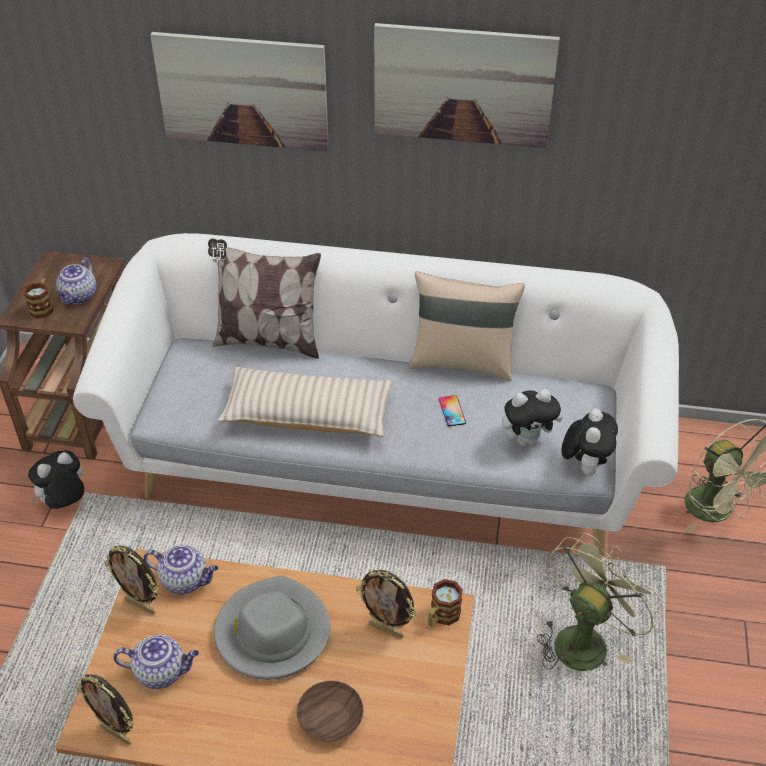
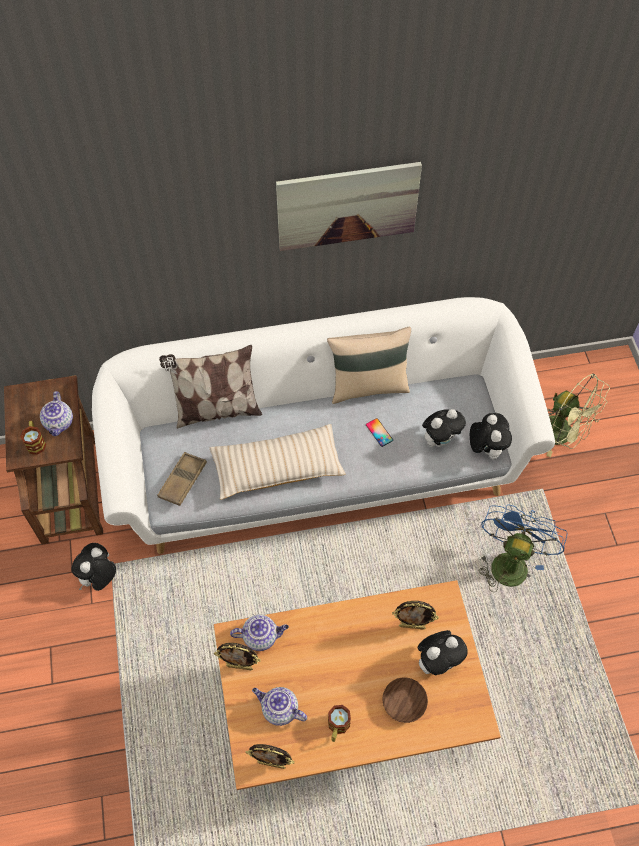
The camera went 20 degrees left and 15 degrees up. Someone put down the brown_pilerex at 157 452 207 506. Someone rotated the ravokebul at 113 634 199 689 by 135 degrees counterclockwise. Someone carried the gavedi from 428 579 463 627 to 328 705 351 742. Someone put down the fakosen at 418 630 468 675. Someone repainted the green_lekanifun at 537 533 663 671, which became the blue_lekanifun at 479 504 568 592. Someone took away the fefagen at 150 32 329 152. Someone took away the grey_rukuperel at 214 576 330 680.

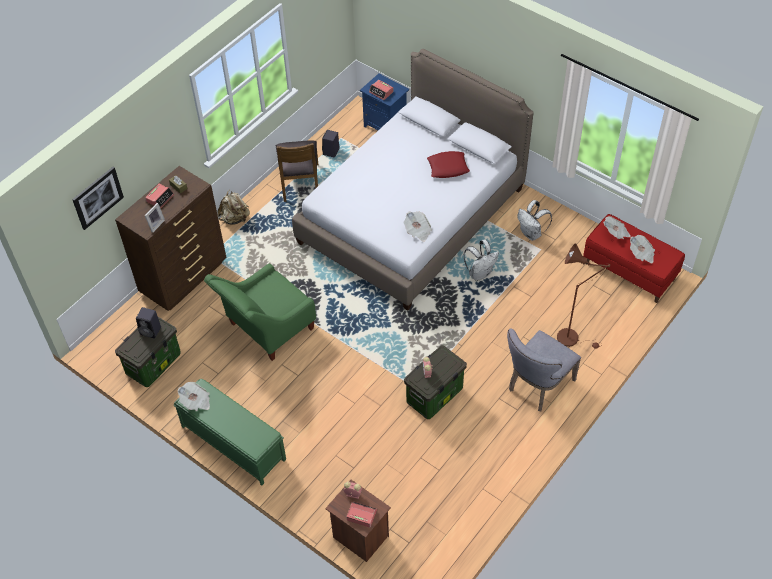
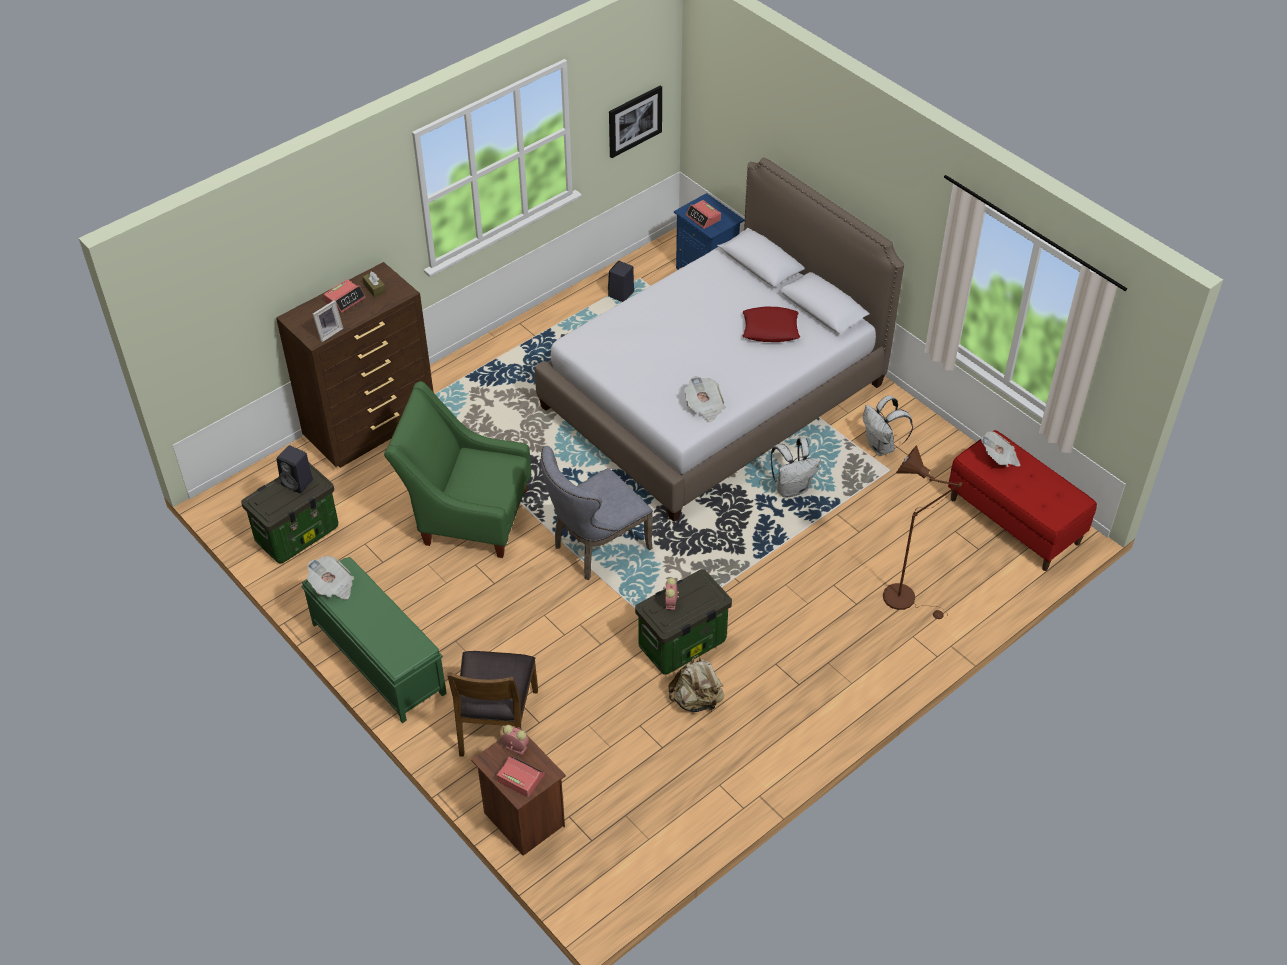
The camera went 10 degrees right and 5 degrees down. Someone rotated the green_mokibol at 204 264 316 361 by 45 degrees clockwise. Someone carried the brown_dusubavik from 275 141 318 202 to 447 651 538 757. Someone carried the grey_dusubavik from 507 328 581 411 to 541 446 653 580. Someone carried the fefagen from 72 167 124 230 to 609 85 662 158. Someone carried the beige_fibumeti from 218 190 250 224 to 668 655 724 712. Someone took away the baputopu at 630 235 655 263.

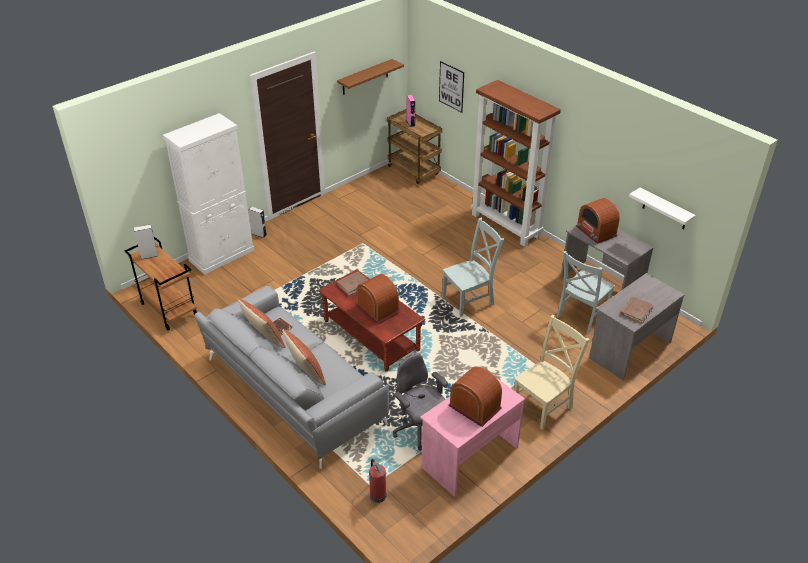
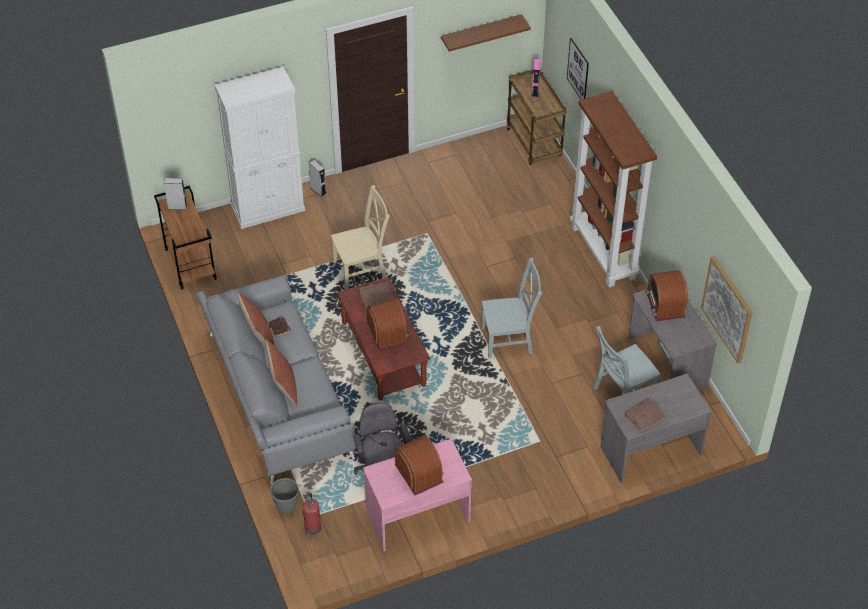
The camera went 20 degrees right and 10 degrees up. Someone put down the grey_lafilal at 270 478 299 513. Someone carried the beige_dusubavik from 514 314 590 430 to 331 185 390 289. Someone swapped the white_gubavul at 629 187 696 229 for the fefagen at 701 256 753 364.

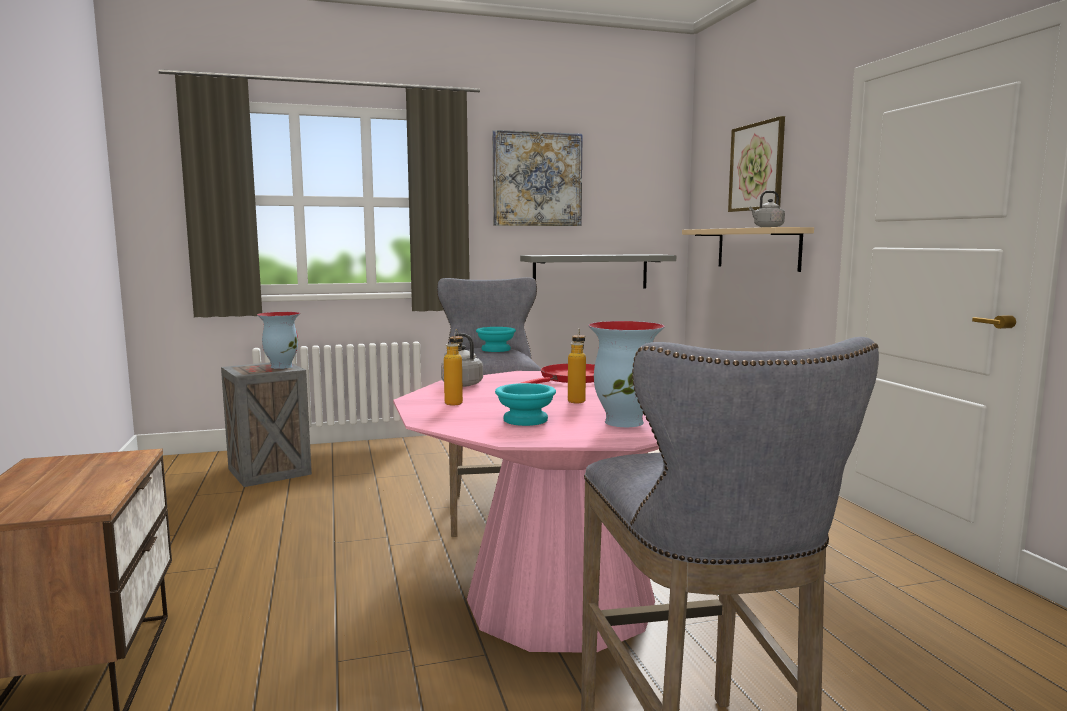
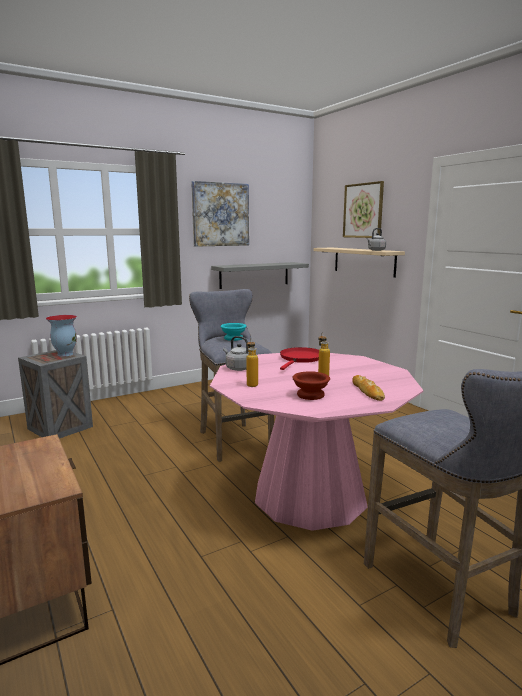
The camera went 15 degrees left and 5 degrees up. Someone repainted the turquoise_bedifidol at 495 383 556 426, which became the brown_bedifidol at 292 371 330 400. Someone swapped the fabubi at 588 321 665 427 for the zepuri at 352 375 385 401.

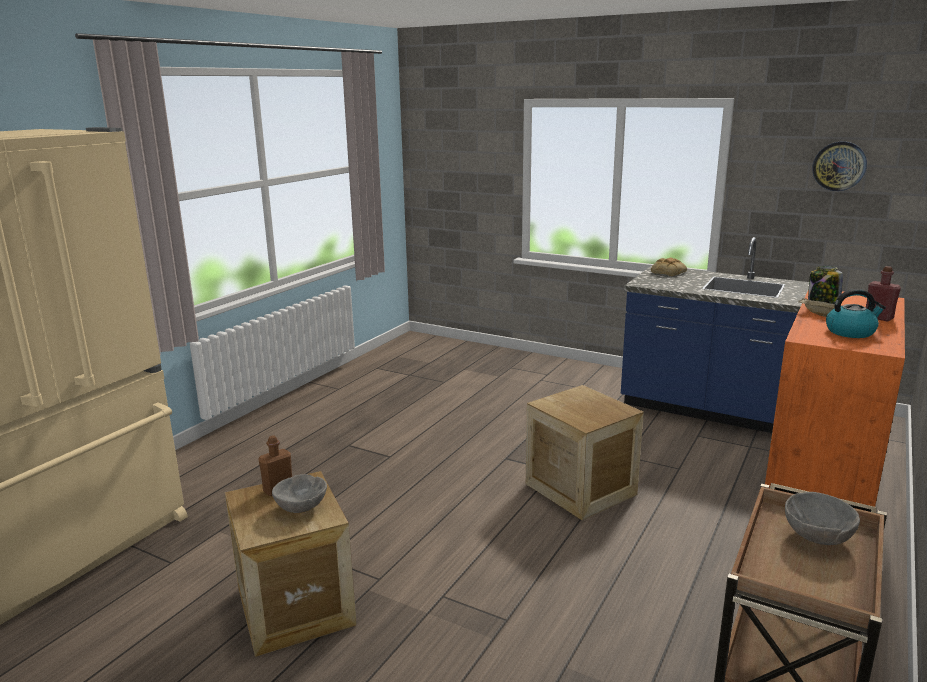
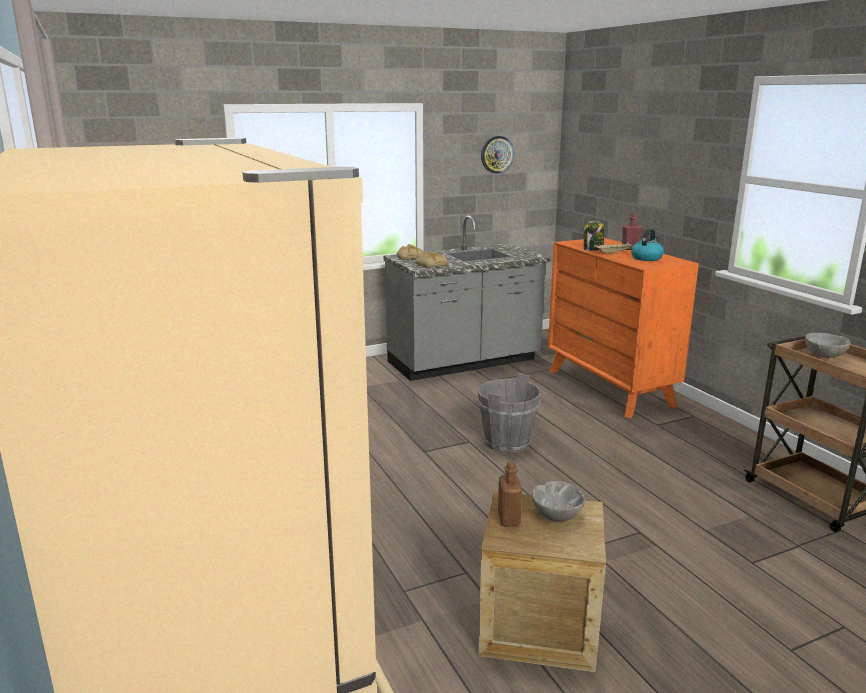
The camera went 55 degrees left and 0 degrees up. Someone repainted the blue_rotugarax at 621 237 809 433, which became the grey_rotugarax at 384 216 550 381. Someone put down the zepuri at 415 251 448 268. Someone swapped the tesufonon at 526 385 644 520 for the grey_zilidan at 477 373 541 453.

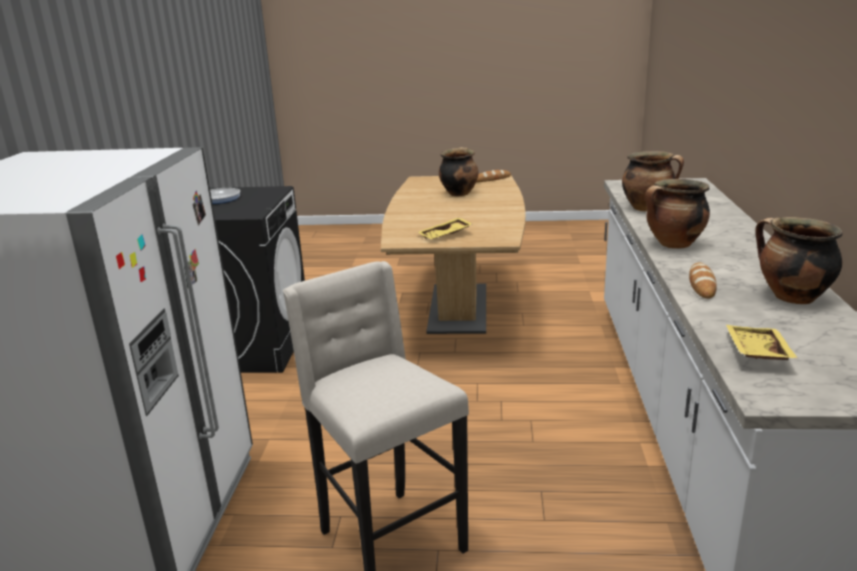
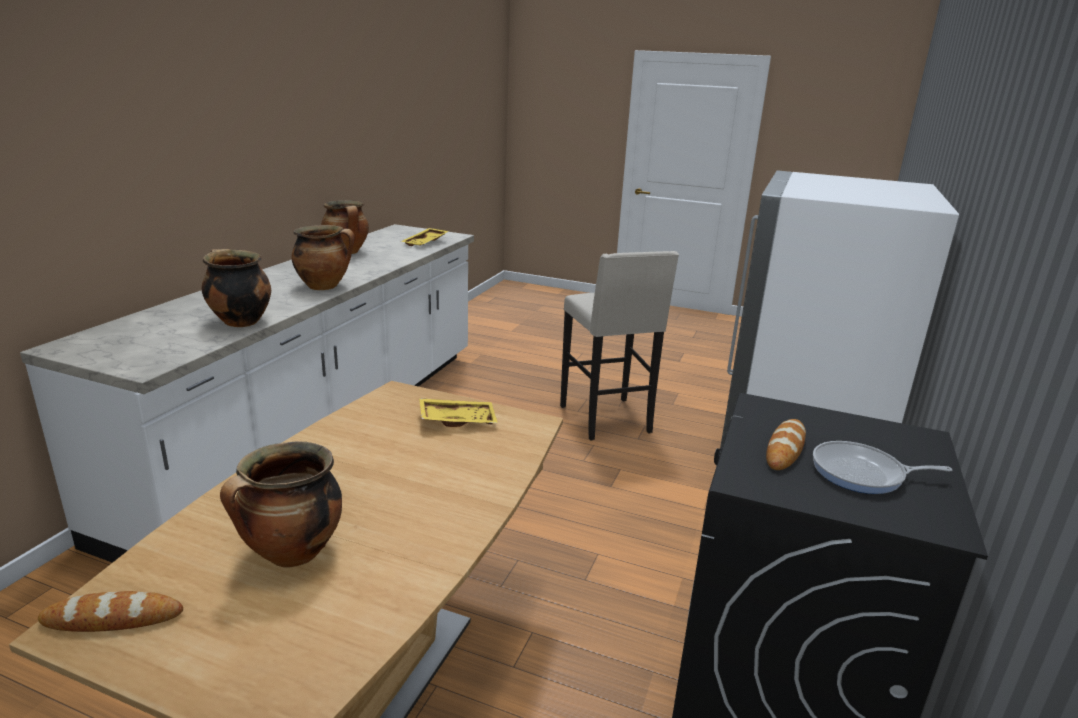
The camera went 165 degrees left and 0 degrees up. Someone carried the zepuri from 689 263 717 299 to 766 419 806 470.

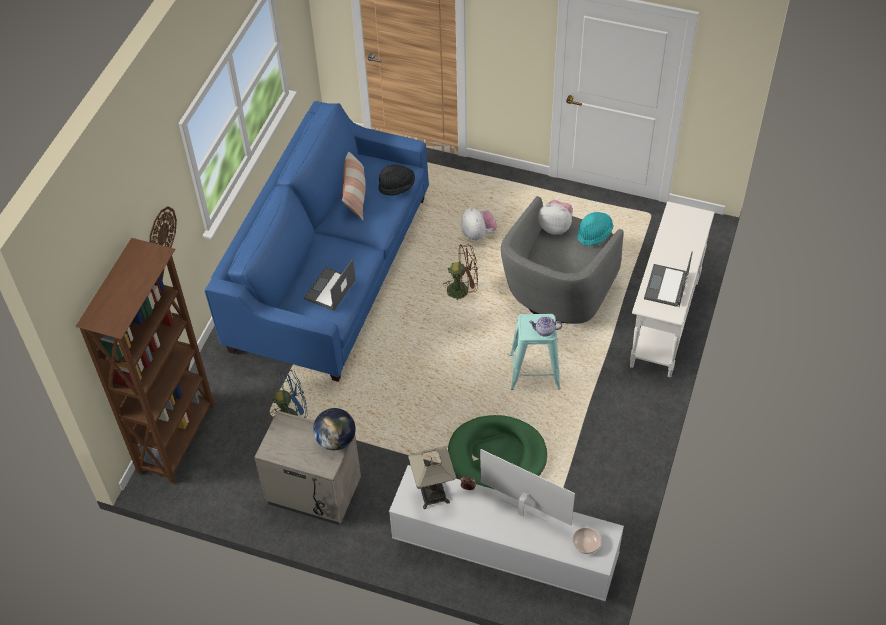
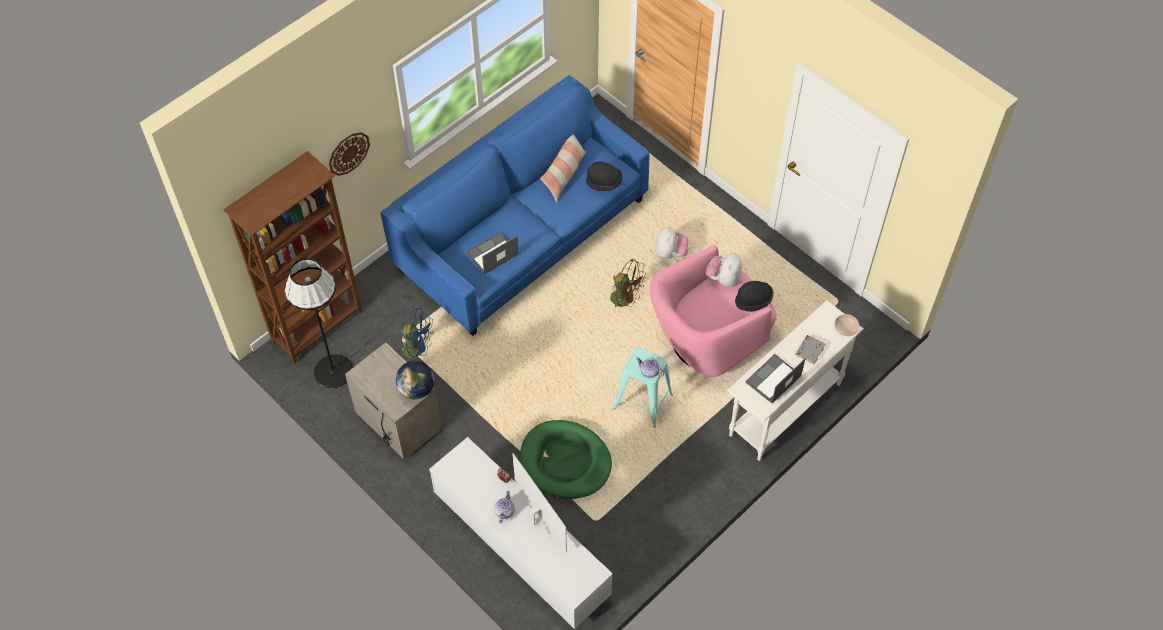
The camera went 25 degrees right and 5 degrees up. Someone put down the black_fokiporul at 285 258 353 389. Someone put down the ravokebul at 494 491 515 523. Someone repainted the grey_mokibol at 501 196 623 324, which became the pink_mokibol at 649 245 777 377. Someone rotated the fakosen at 538 200 573 234 by 120 degrees counterclockwise. Someone repainted the turquoise_rukuperel at 577 212 613 246, which became the black_rukuperel at 735 281 773 312. Someone put down the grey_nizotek at 795 335 826 364. Someone carried the bedifidol from 572 528 601 554 to 835 314 859 336. Someone took away the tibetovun at 408 446 456 509.

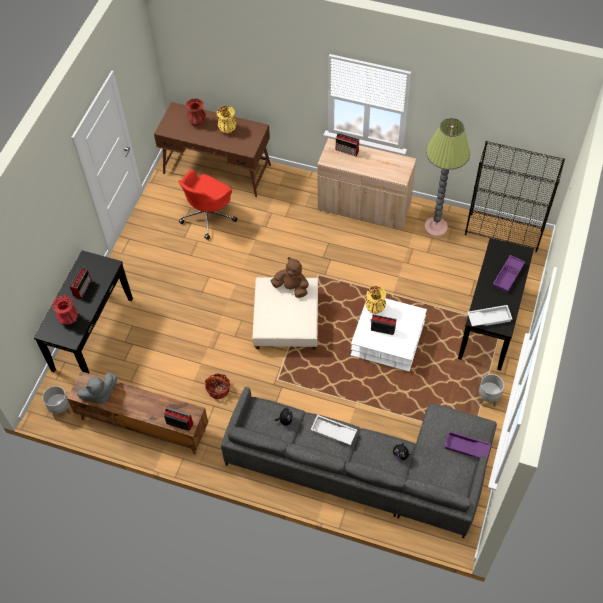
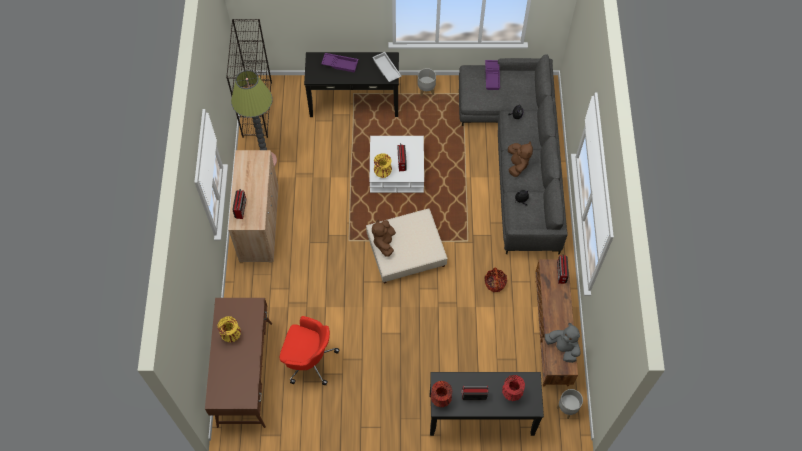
The camera went 110 degrees left and 5 degrees up. Someone carried the red_fabubi from 186 98 206 126 to 431 381 452 408. Someone swapped the white_pilerex at 311 415 357 445 for the brown_fakosen at 508 141 533 177.

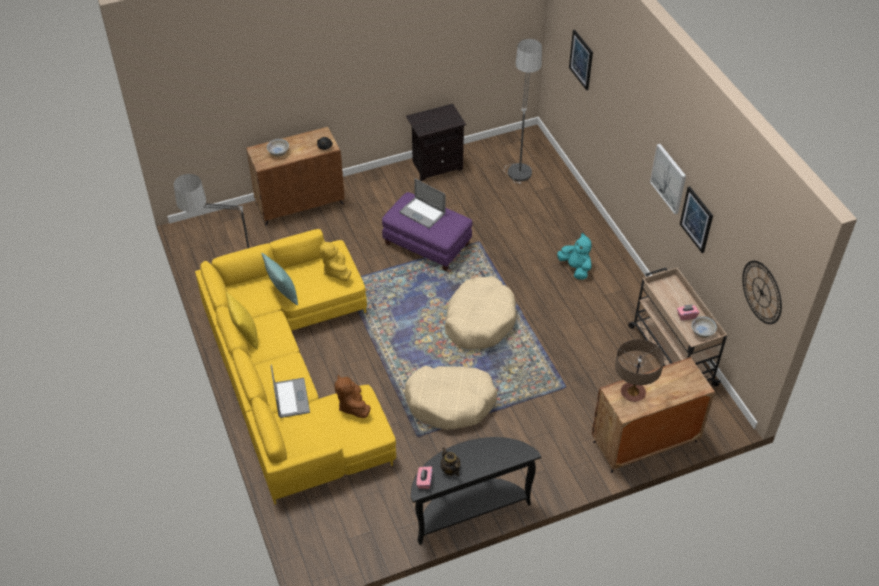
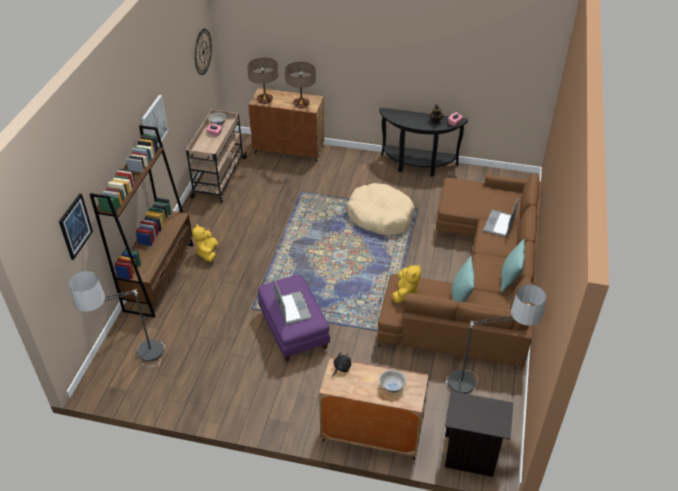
The camera went 145 degrees left and 5 degrees down. Someone put down the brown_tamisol at 90 125 194 318. Someone repainted the turquoise_fakosen at 557 233 592 280, which became the yellow_fakosen at 192 224 218 262. Someone put down the tibetovun at 247 58 278 104. Someone repainted the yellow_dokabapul at 195 229 396 505, which became the brown_dokabapul at 377 173 542 371. Someone carried the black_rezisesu from 406 104 466 181 to 445 391 513 477. Someone repainted the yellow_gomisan at 226 292 258 350, which became the turquoise_gomisan at 501 239 525 293. Someone took away the brown_fakosen at 334 375 371 418. Someone took away the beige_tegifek at 445 276 516 349. Someone took away the fefagen at 680 186 713 253.

